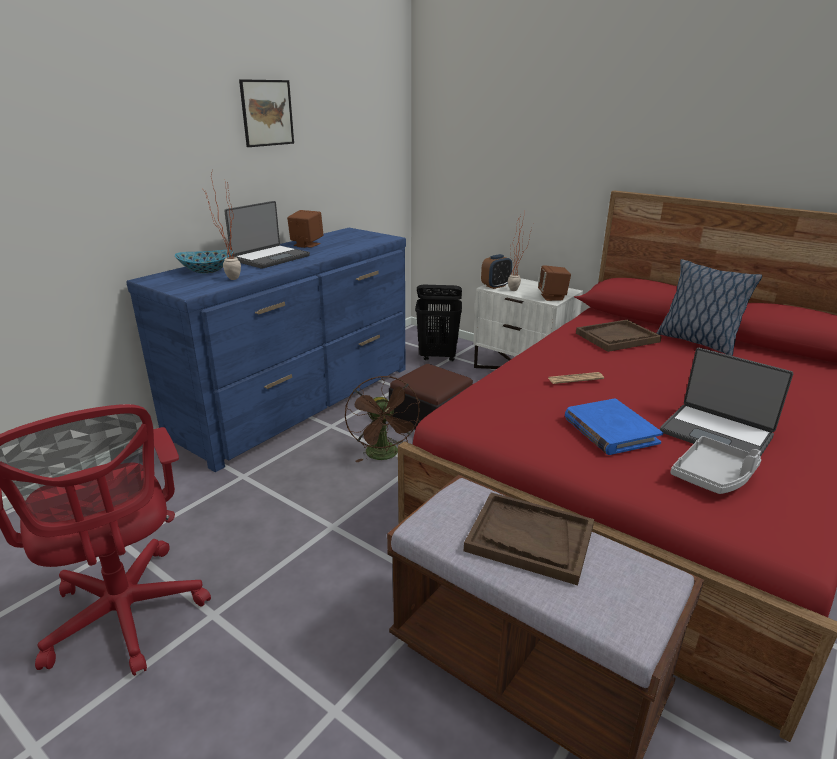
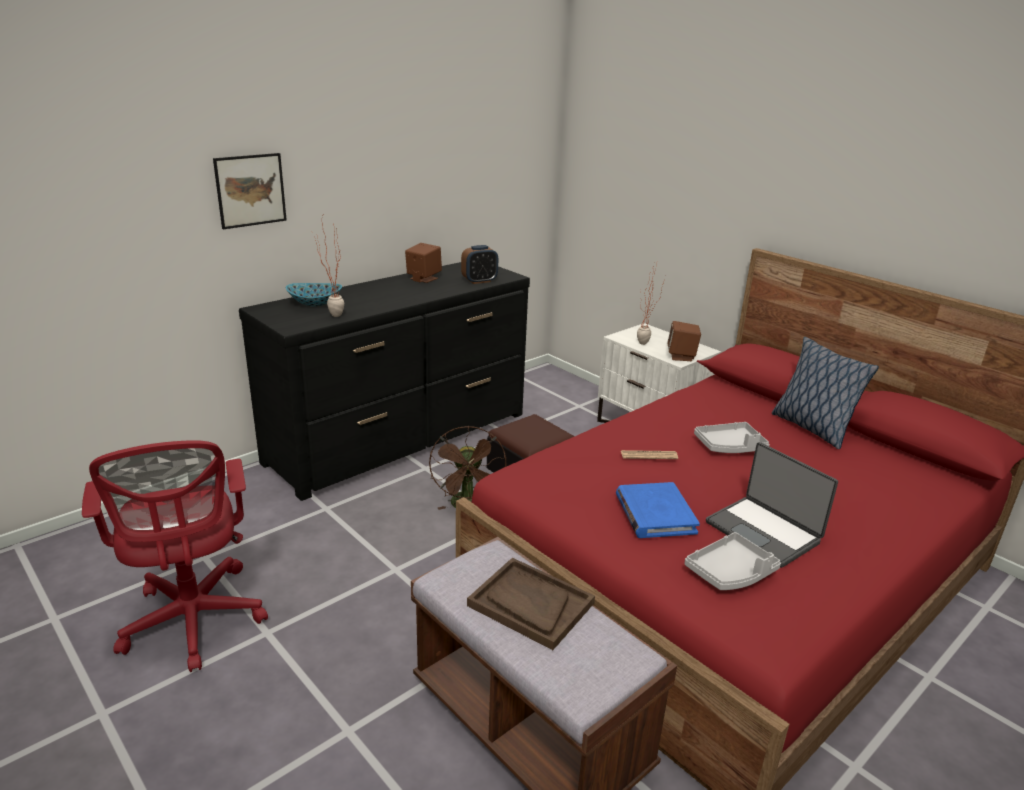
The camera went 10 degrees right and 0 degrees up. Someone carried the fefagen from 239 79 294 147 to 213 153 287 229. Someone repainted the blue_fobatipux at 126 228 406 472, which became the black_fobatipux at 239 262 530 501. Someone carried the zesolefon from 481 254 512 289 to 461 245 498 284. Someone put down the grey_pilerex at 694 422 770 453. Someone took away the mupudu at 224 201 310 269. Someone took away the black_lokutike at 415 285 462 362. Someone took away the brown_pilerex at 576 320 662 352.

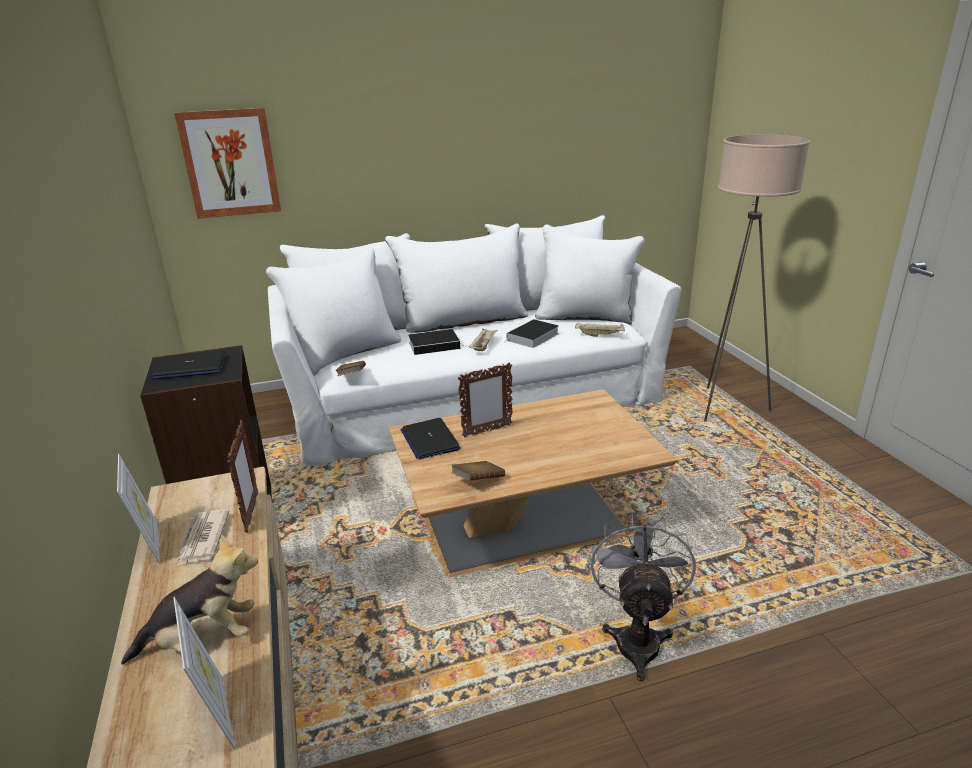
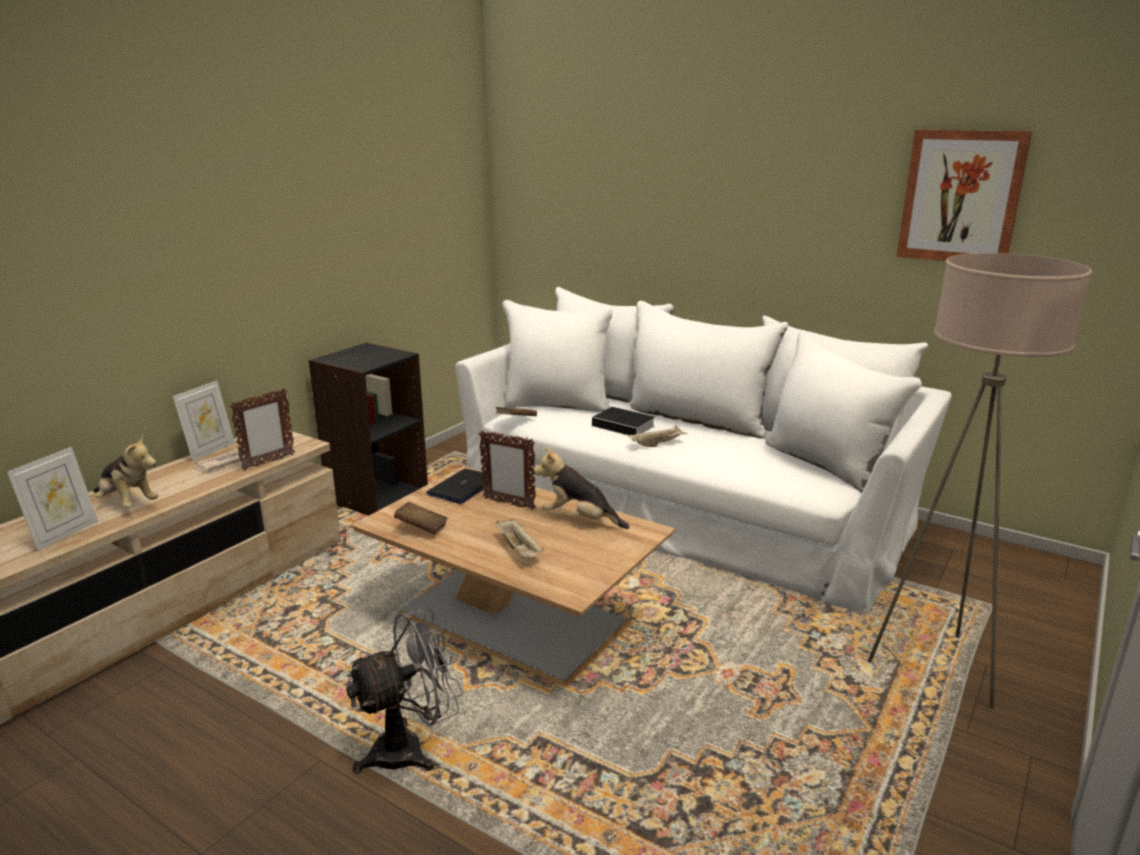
The camera went 50 degrees right and 5 degrees down. Someone carried the beige_pilerex from 575 323 625 337 to 496 519 544 557. Someone put down the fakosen at 534 447 630 529. Someone carried the fefagen from 175 108 281 219 to 897 129 1032 261. Someone took away the mupudu at 151 351 227 380. Someone took away the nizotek at 503 319 559 348.

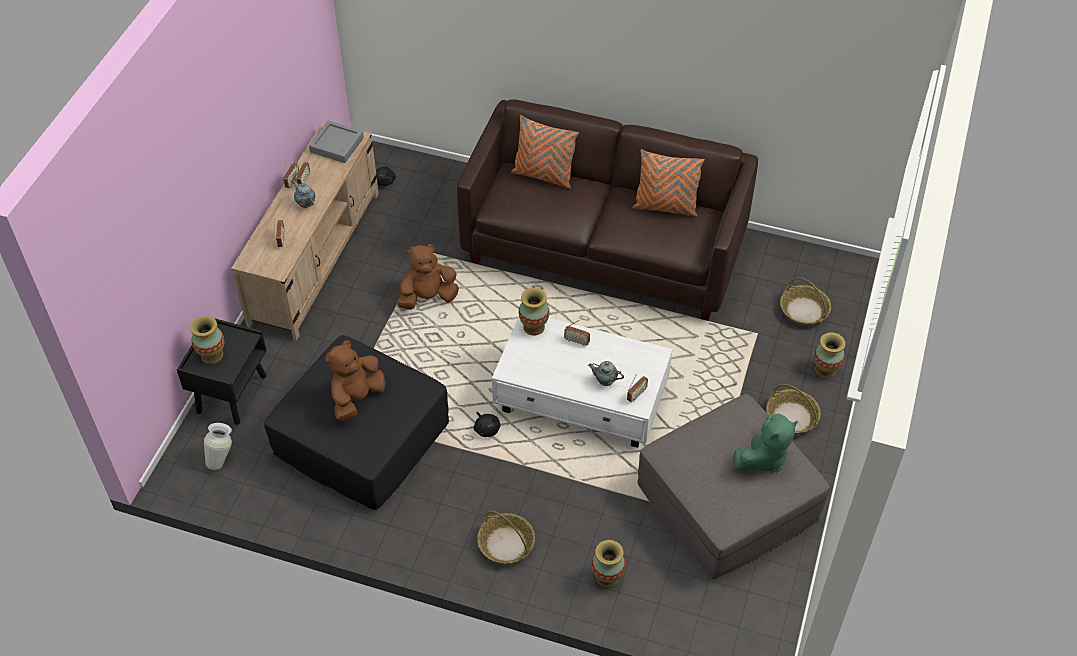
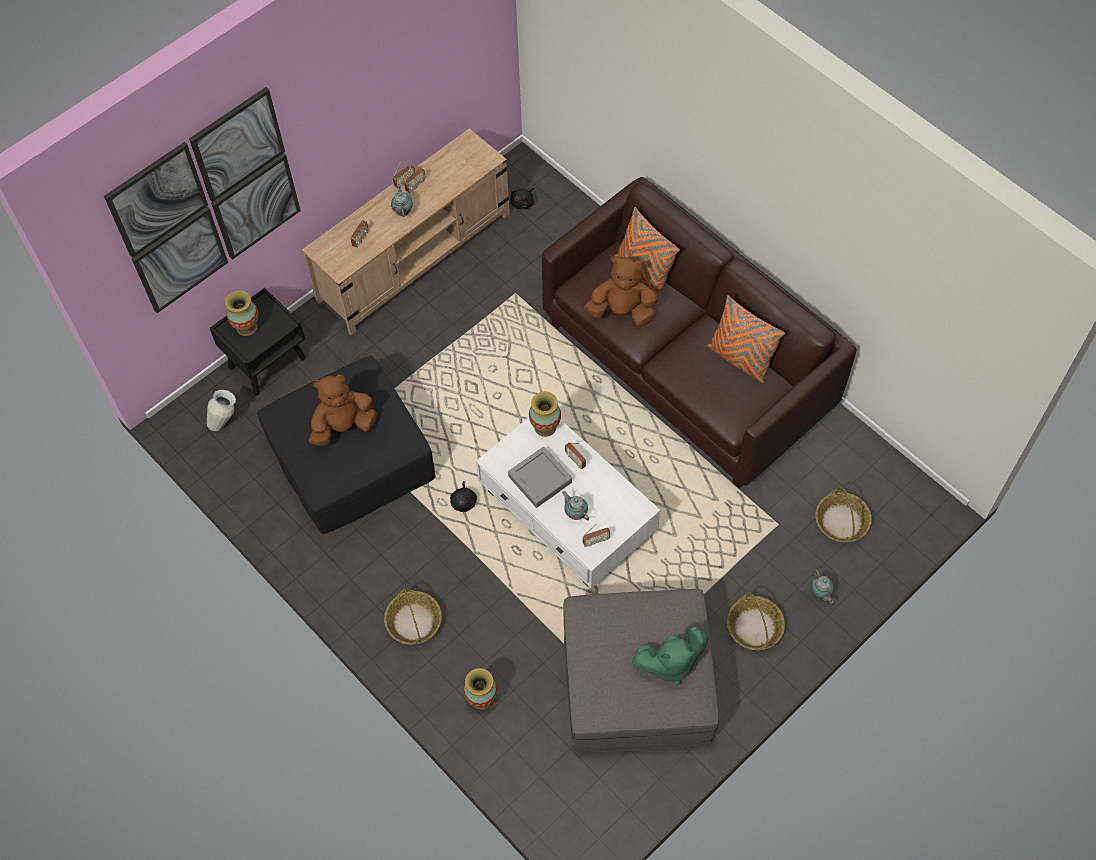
The camera went 30 degrees right and 10 degrees up. Someone put up the fefagen at 104 87 301 313. Someone carried the grey_pilerex from 309 121 364 163 to 508 447 572 508. Someone carried the brown_fakosen from 397 244 459 310 to 584 256 657 326. Someone swapped the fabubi at 814 332 845 378 for the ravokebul at 811 570 834 603.

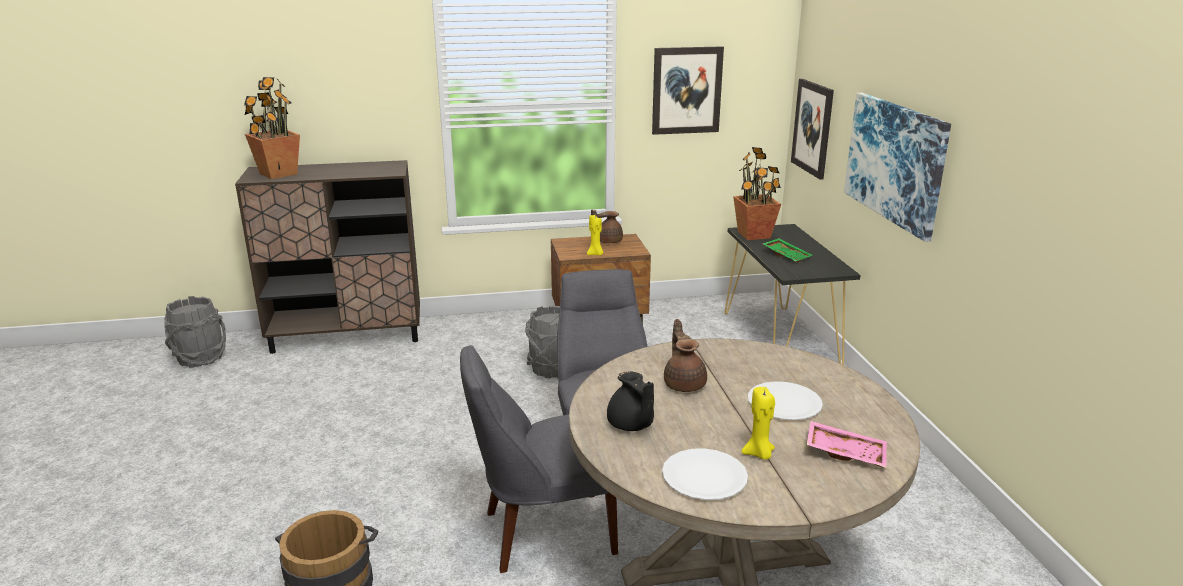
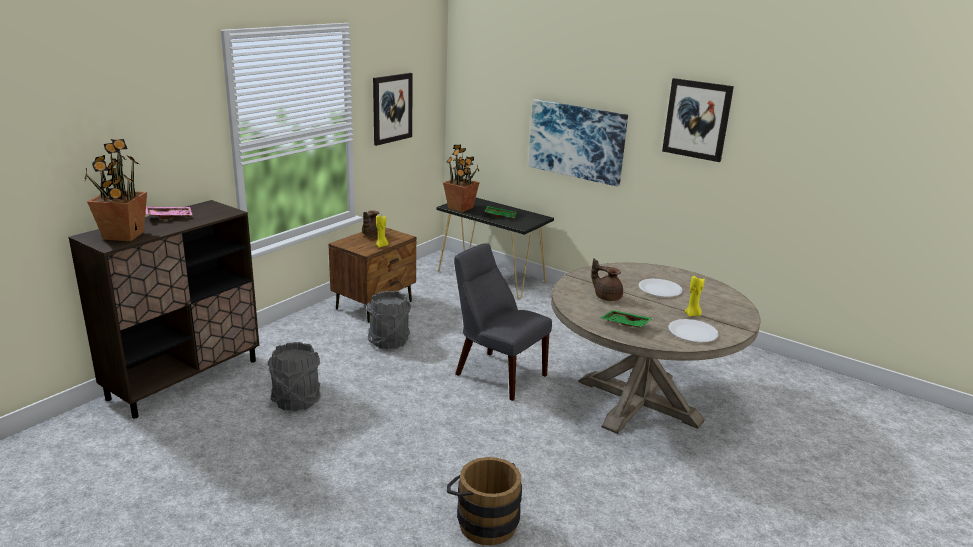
The camera went 45 degrees left and 0 degrees up. Someone carried the pink_pilerex from 807 421 887 468 to 146 206 192 219. Someone carried the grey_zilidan from 164 296 226 368 to 267 342 321 412. Someone swapped the black_ravokebul at 607 372 654 431 for the green_pilerex at 600 310 653 328. Someone carried the fefagen from 791 79 834 180 to 662 78 734 162. Someone took away the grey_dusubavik at 460 345 618 573.

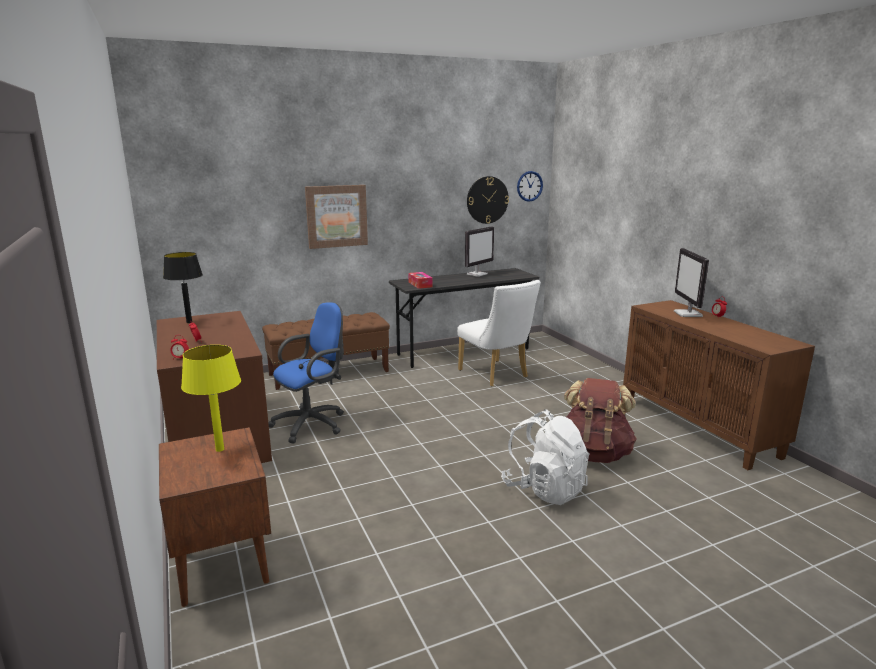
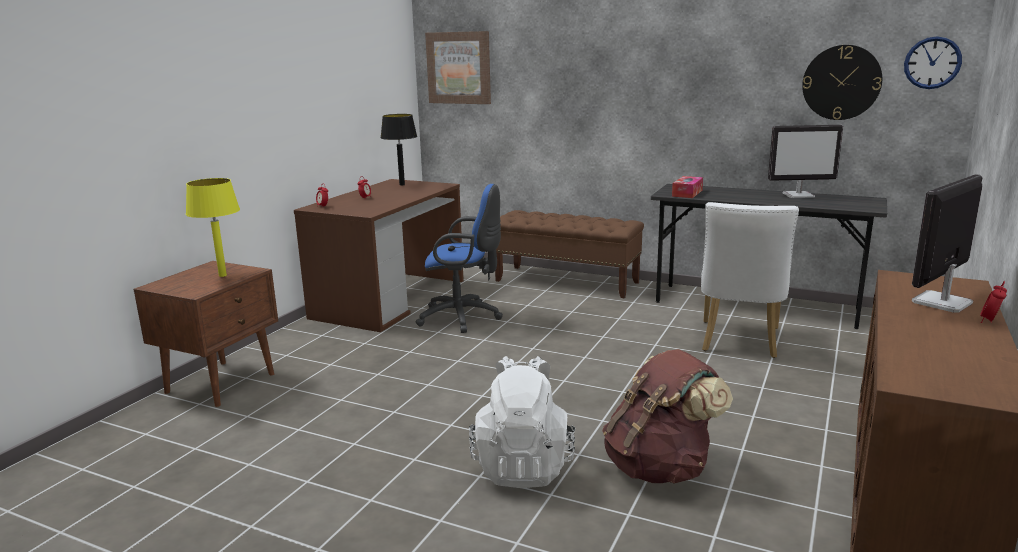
The camera went 50 degrees right and 0 degrees up. Someone carried the fefagen from 305 185 368 249 to 425 31 491 104.

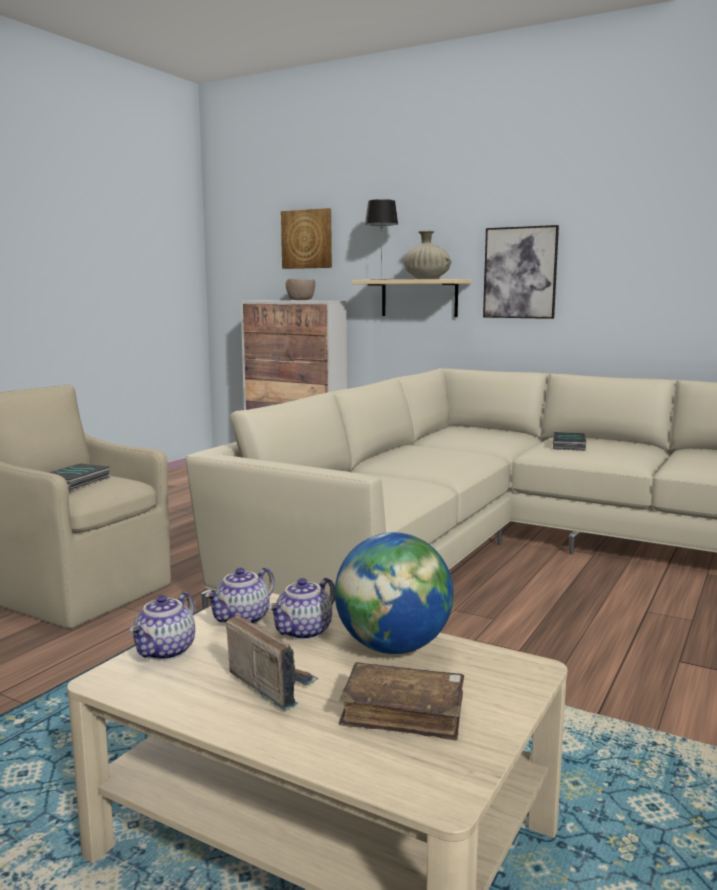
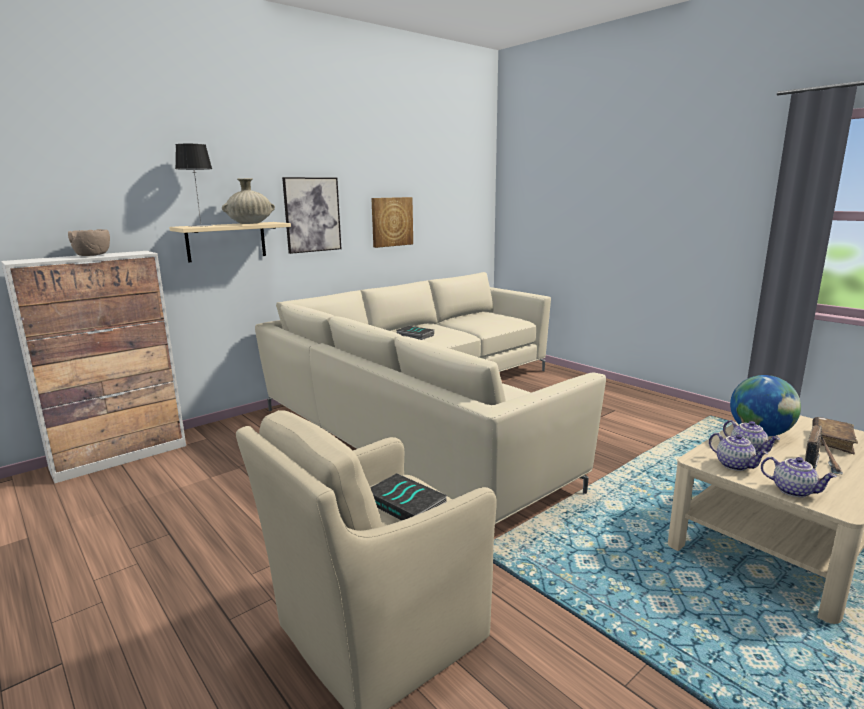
The camera went 70 degrees left and 5 degrees up. Someone carried the fefagen from 281 208 332 269 to 371 197 413 248. Someone rotated the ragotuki at 226 614 319 711 by 150 degrees clockwise.

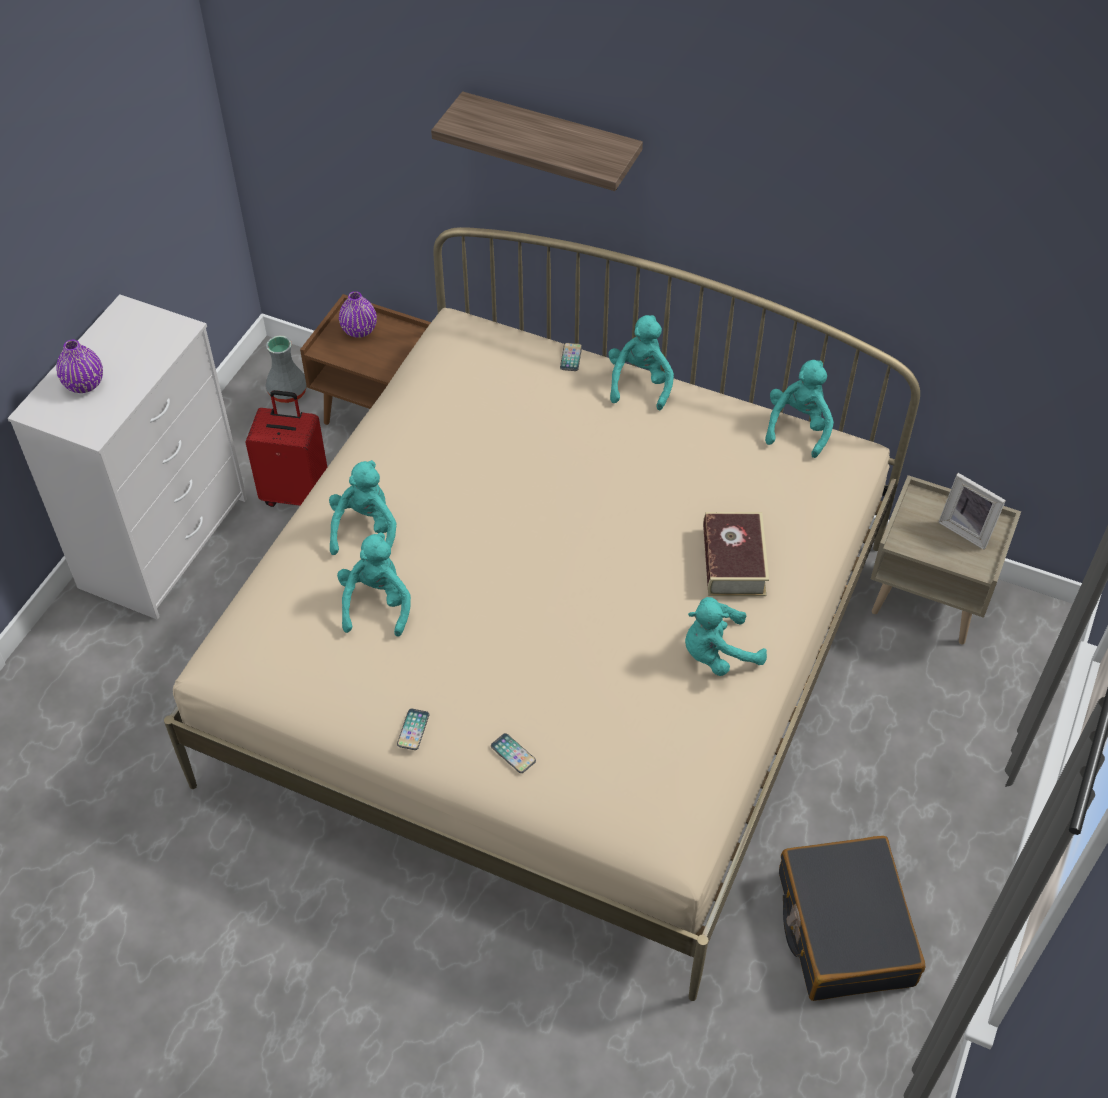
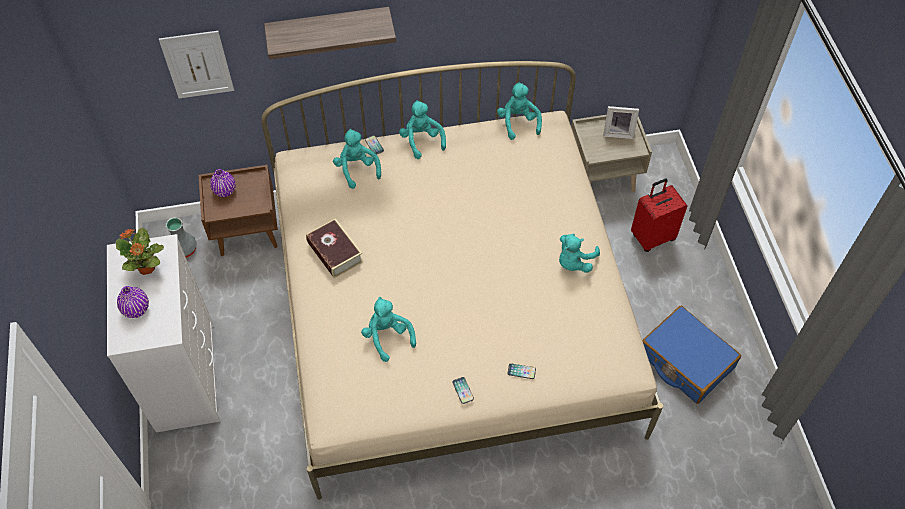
The camera went 35 degrees left and 5 degrees up. Someone put down the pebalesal at 116 228 164 275. Someone put up the fefagen at 159 31 234 98. Someone carried the nizotek from 703 512 769 596 to 306 218 363 278. Someone carried the turquoise_fakosen from 329 460 396 555 to 333 129 381 189. Someone carried the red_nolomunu from 245 390 327 507 to 631 178 688 252. Someone repainted the black_nolomunu at 779 836 926 1001, which became the blue_nolomunu at 642 306 741 404.

